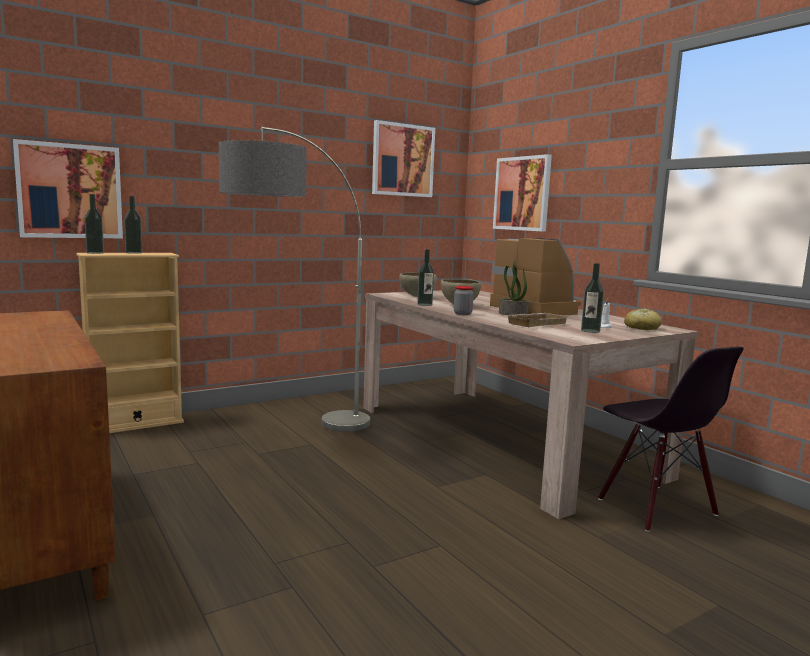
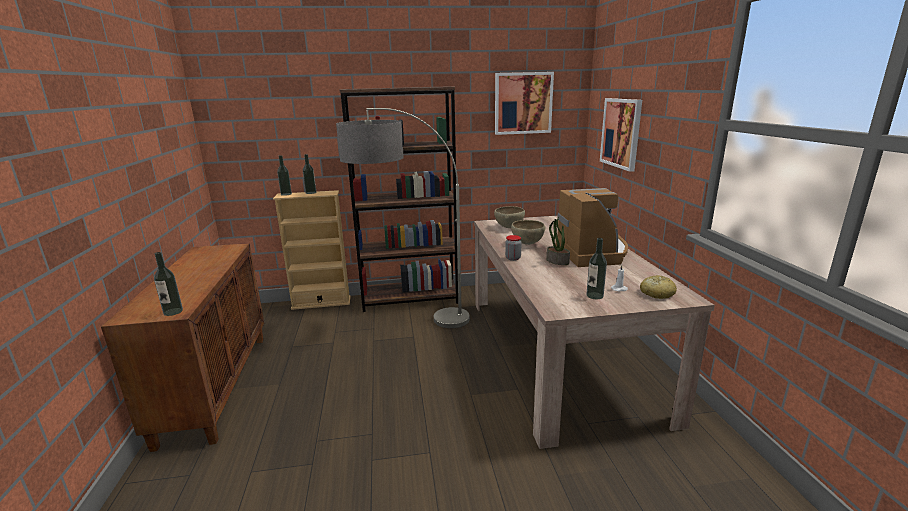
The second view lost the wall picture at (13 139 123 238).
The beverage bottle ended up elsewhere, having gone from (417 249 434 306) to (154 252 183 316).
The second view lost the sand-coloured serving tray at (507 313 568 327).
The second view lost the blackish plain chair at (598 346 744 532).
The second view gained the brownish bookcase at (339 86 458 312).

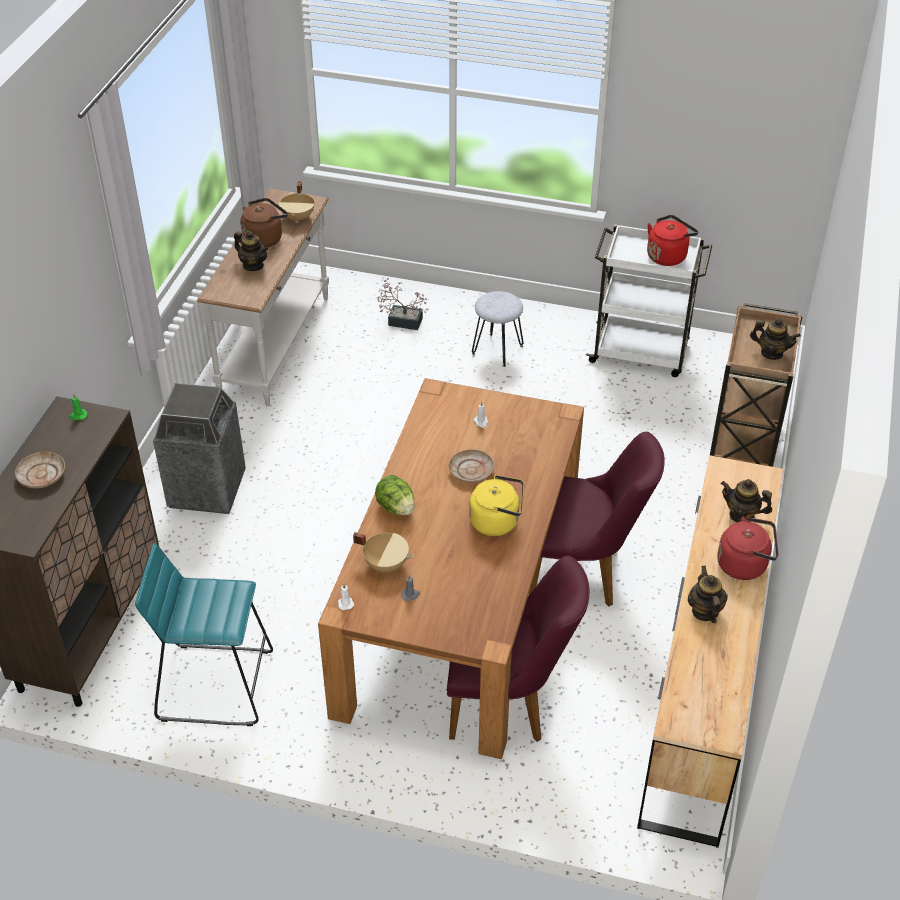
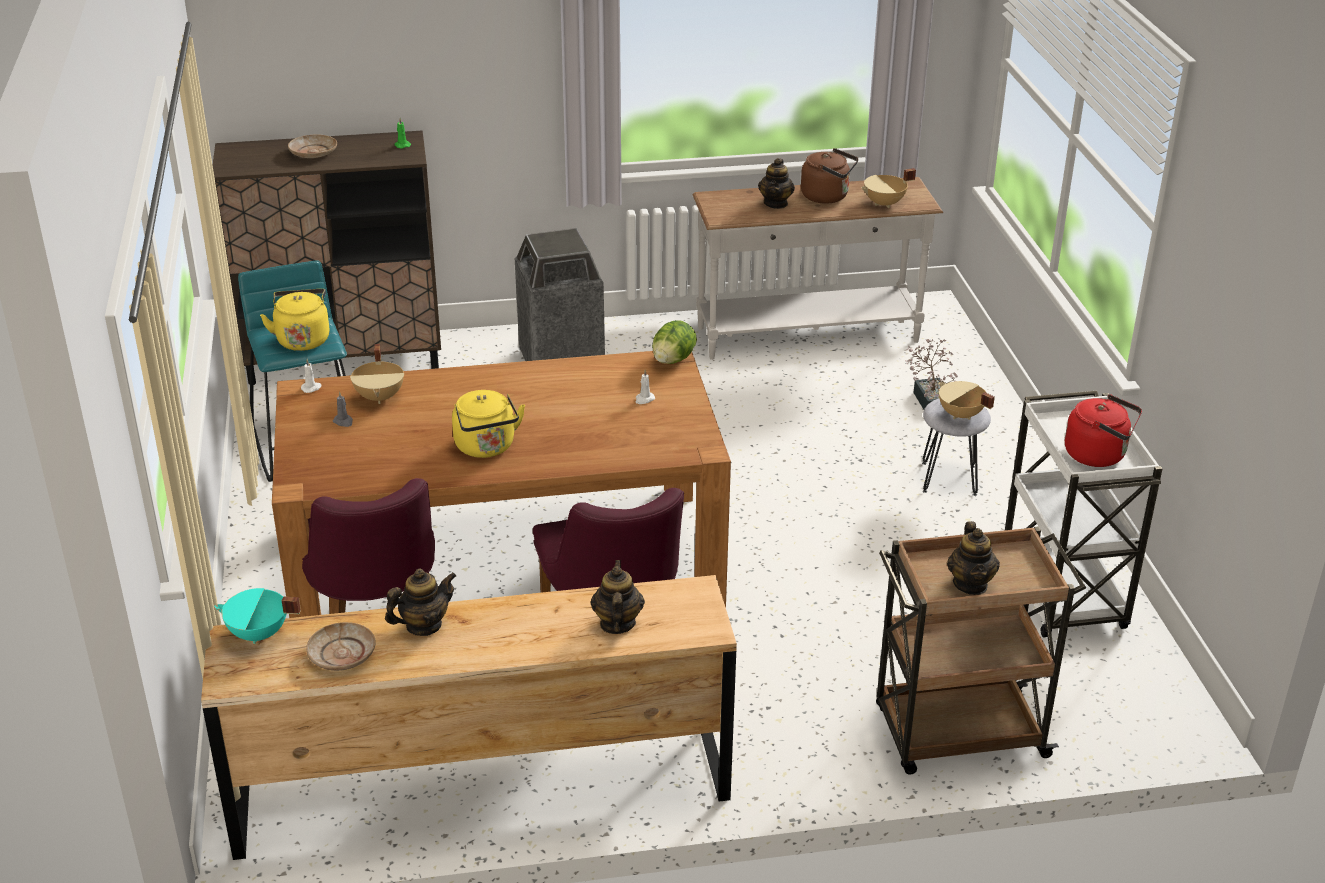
The lettuce ended up elsewhere, having gone from (375 475 415 515) to (652 320 697 364).
The sand-coloured plate ended up elsewhere, having gone from (448 449 494 483) to (306 622 376 671).
The second view lost the reddish water kettle at (717 517 778 580).
The second view gained the blue-green cooking pot at (214 588 301 644).
The second view gained the yellow water kettle at (260 289 330 351).
The second view gained the sand-coloured cooking pot at (939 381 995 420).

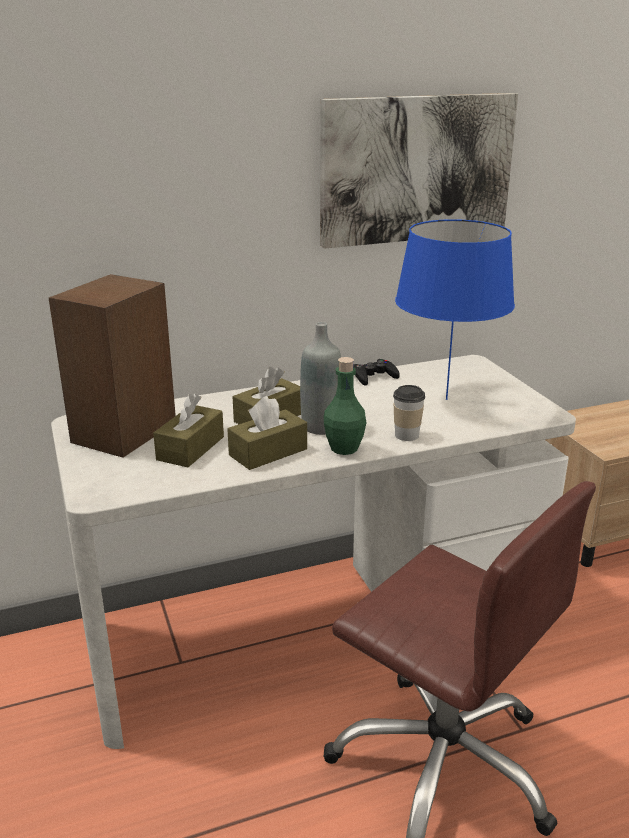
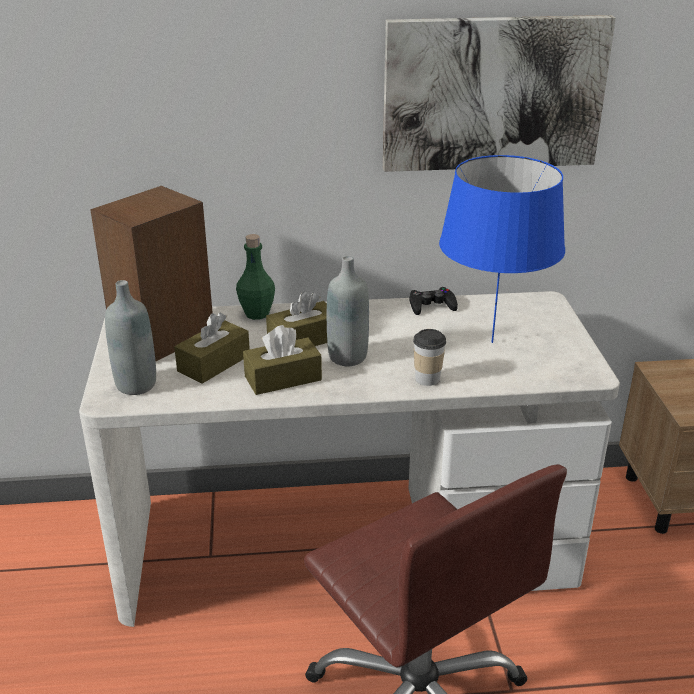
The green beverage bottle ended up elsewhere, having gone from (324 357 366 455) to (236 234 275 320).
The second view gained the greyish beverage bottle at (105 280 156 395).

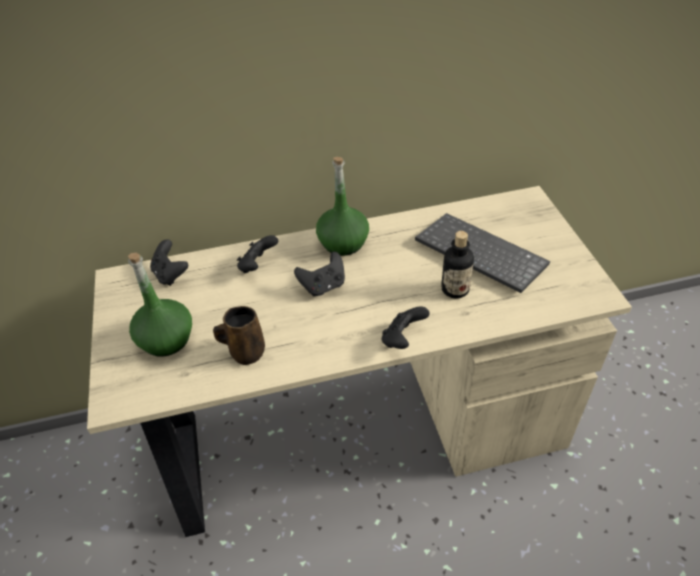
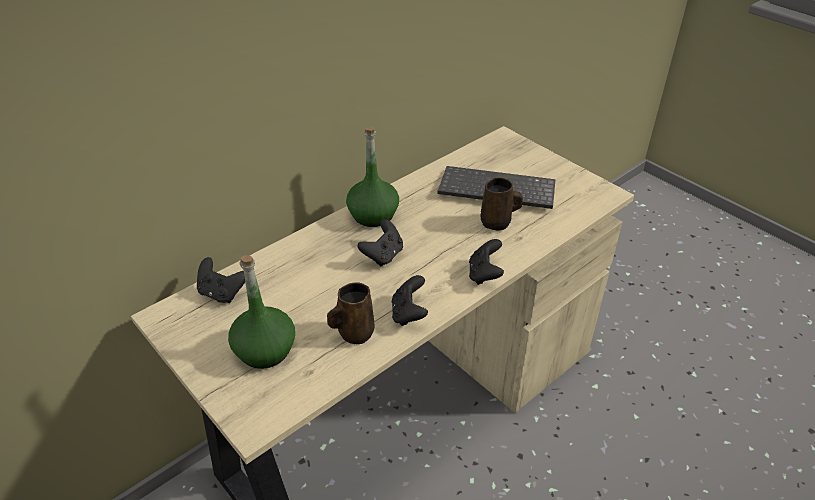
The blackish game controller ended up elsewhere, having gone from (237 235 278 273) to (392 275 428 326).
Where the beverage bottle stood at (441 231 474 298), the brownish tea mug came to stand at (481 177 523 231).

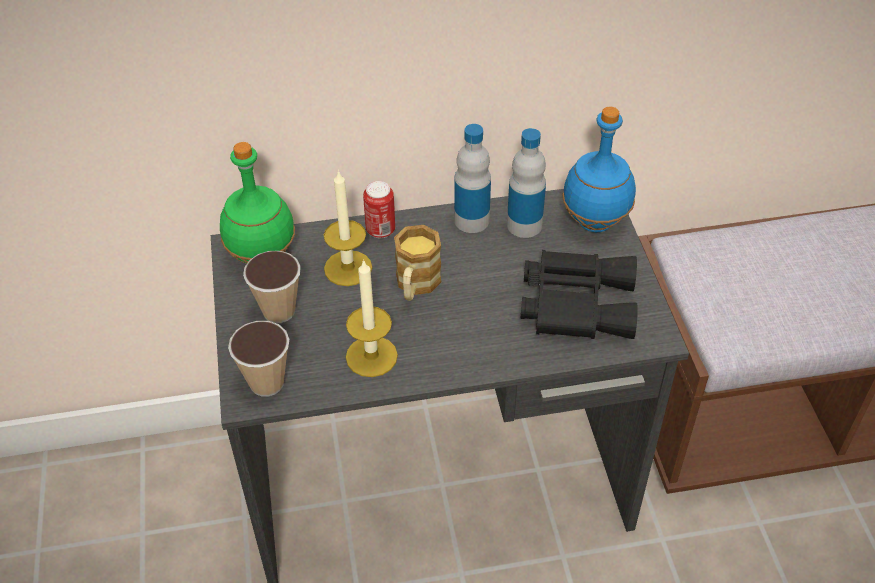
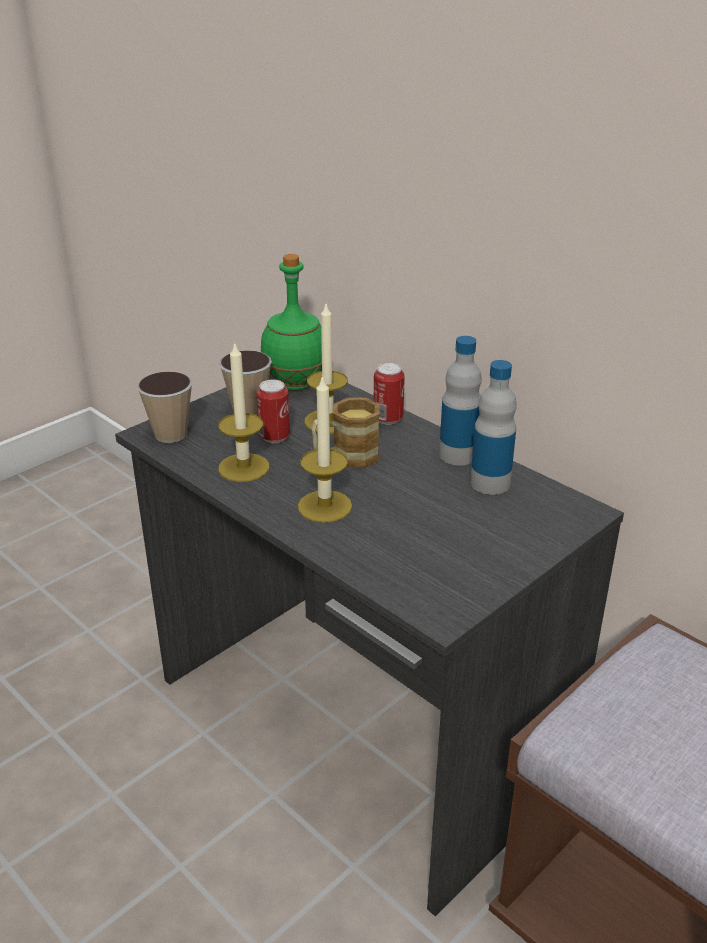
The second view lost the blackish binoculars at (521 250 638 339).
The second view lost the blue beverage bottle at (562 107 636 232).
The second view gained the metal can at (257 380 290 443).
The second view gained the wax candle at (298 375 352 523).

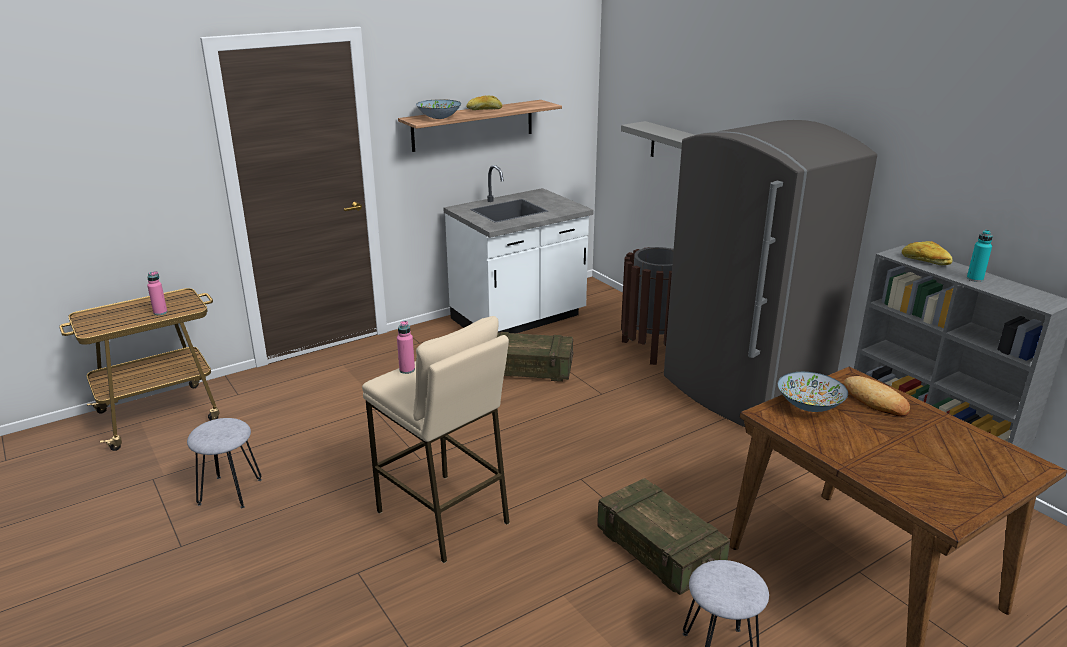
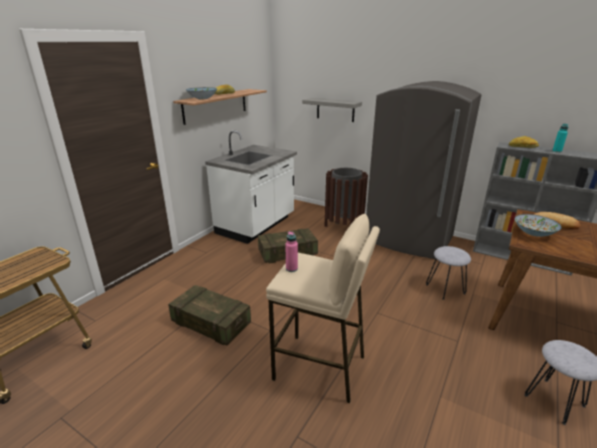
The second view lost the pinkish beverage bottle at (147 271 167 315).
The greyish stool ended up elsewhere, having gone from (187 418 262 508) to (426 246 471 300).
The shipping crate ended up elsewhere, having gone from (597 478 730 595) to (168 285 251 345).

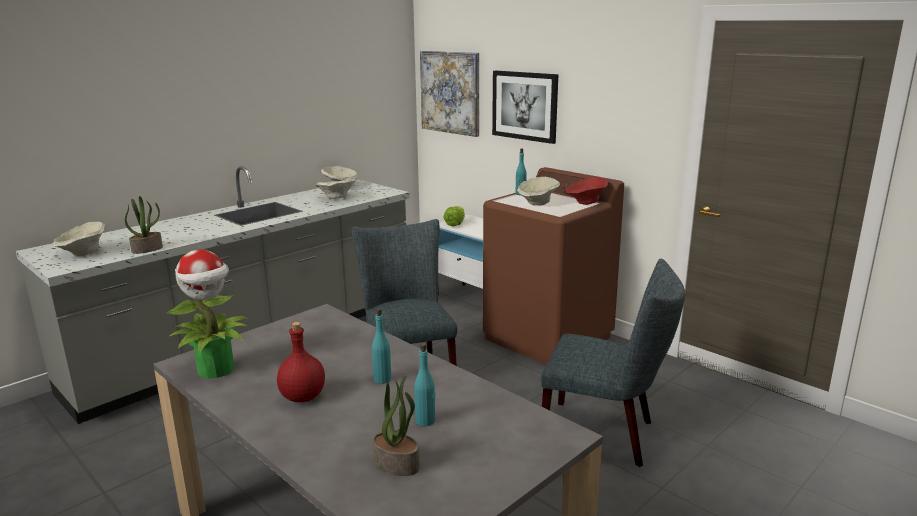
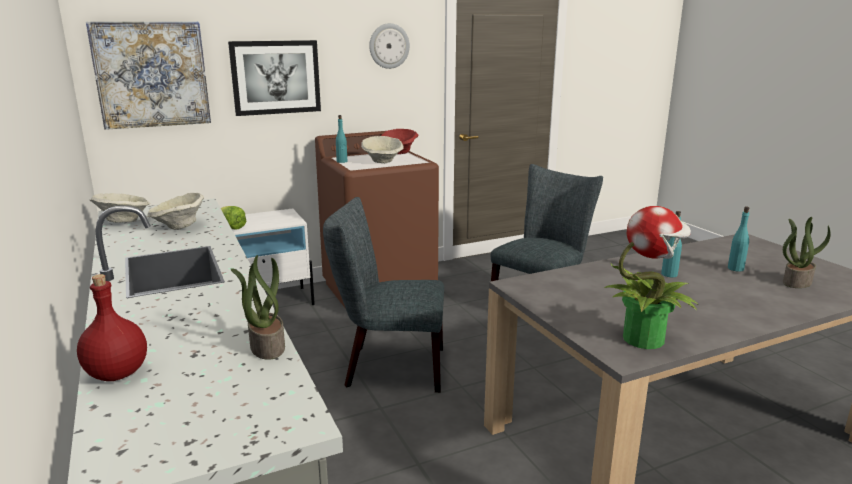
The second view lost the sand-coloured deep dish at (53 222 105 256).
The reddish beverage bottle ended up elsewhere, having gone from (277 322 325 402) to (77 274 147 381).
The second view gained the wall clock at (369 23 410 69).

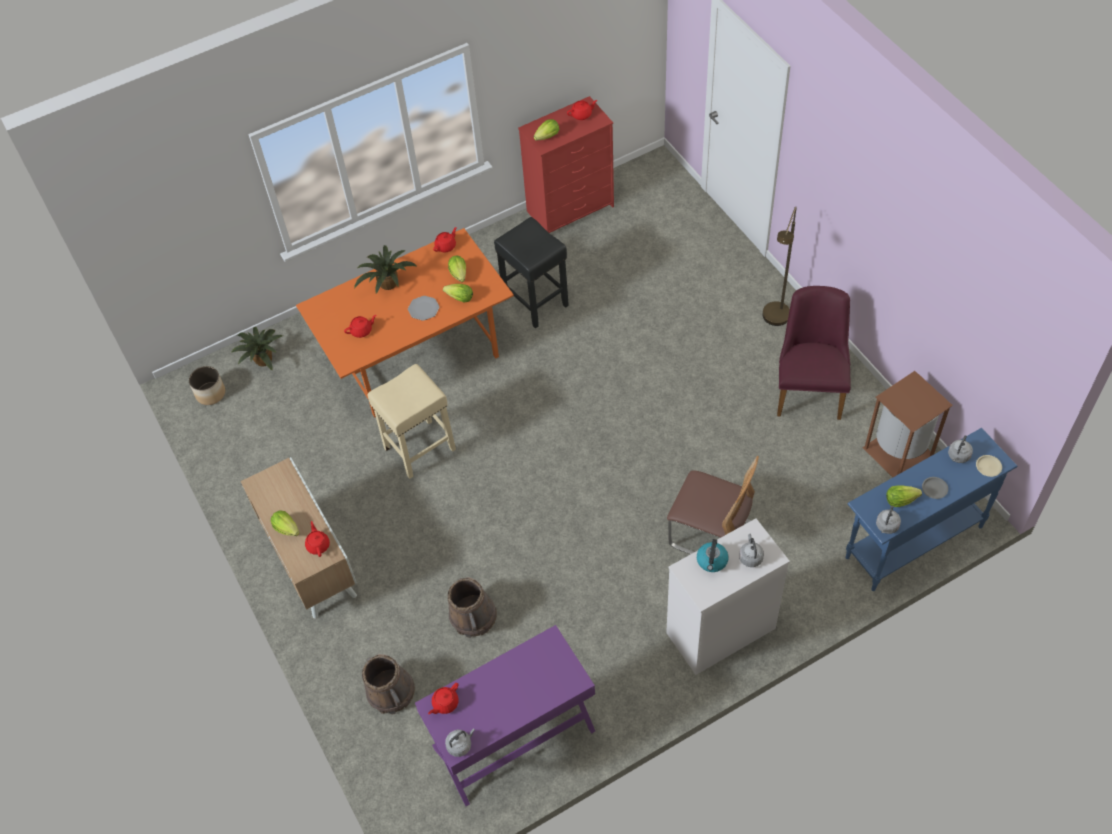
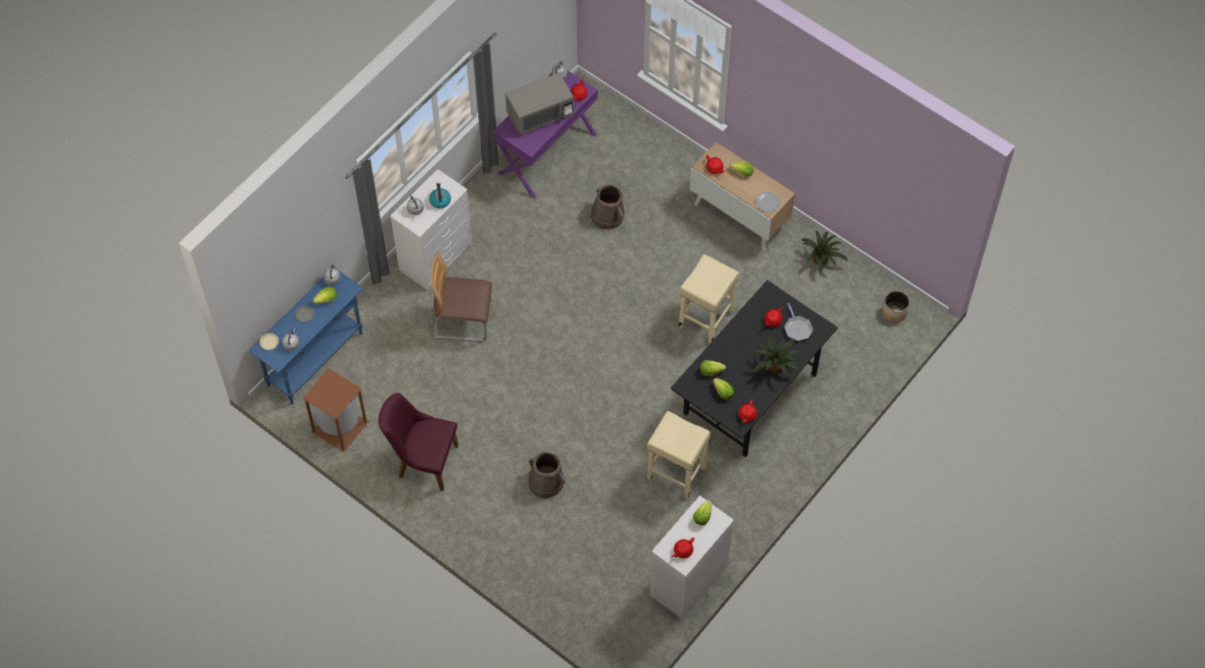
The potted plant ended up elsewhere, having gone from (232 327 283 371) to (801 230 849 273).
What was the orange dinner table at (296 228 514 417) turned into the blackish dinner table at (671 280 838 457).
The brownish pail ended up elsewhere, having gone from (362 654 415 714) to (528 452 566 499).
The plate ended up elsewhere, having gone from (408 296 440 321) to (756 192 780 212).
What was the blackish stool at (494 217 569 329) turned into the sand-coloured stool at (647 411 710 499).
What was the reddish drawer chest at (518 96 614 233) turned into the white-coloured drawer chest at (650 496 734 620).
The second view lost the brownish floor lamp at (763 206 797 326).
The purple plain chair at (777 286 851 420) ended up facing another way, 120 degrees clockwise from before.
The second view gained the greyish kitchen microwave at (505 72 574 135).
The second view gained the pan at (785 303 813 341).

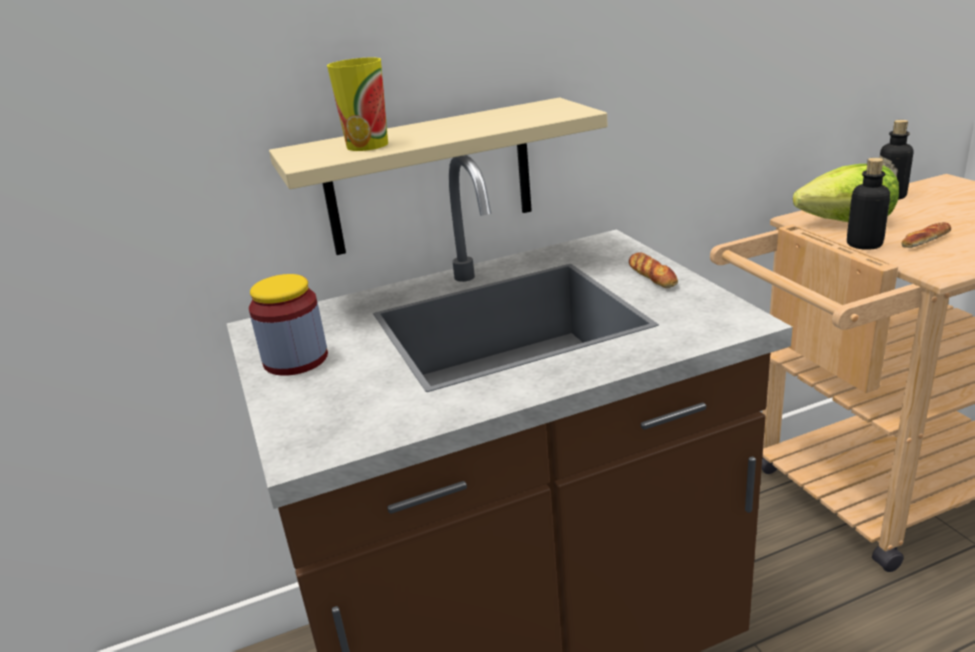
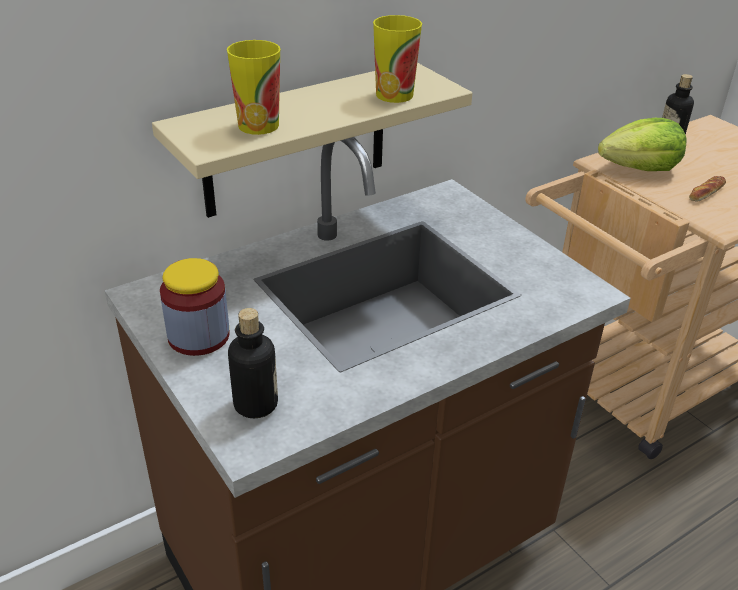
The second view lost the baked bread at (629 253 678 289).
The beverage bottle ended up elsewhere, having gone from (847 158 890 250) to (228 308 278 418).
The second view gained the small cup at (373 15 422 103).

